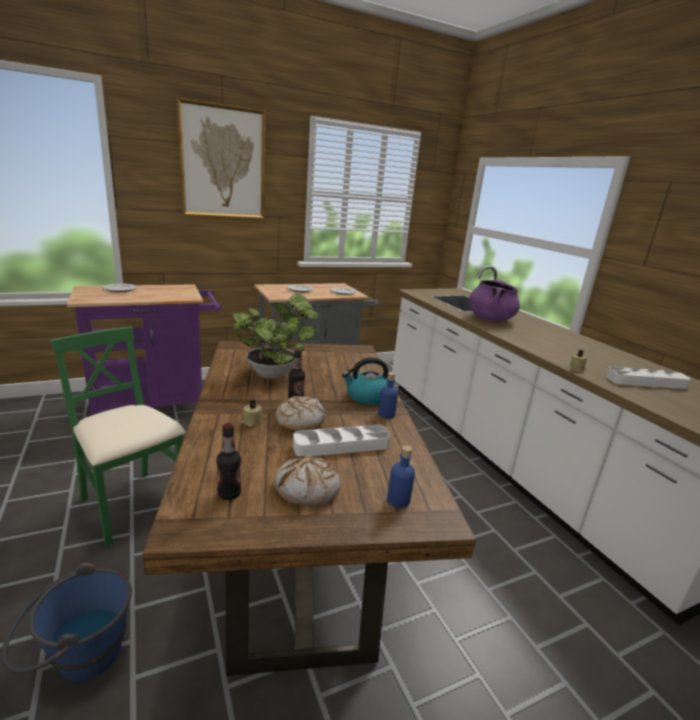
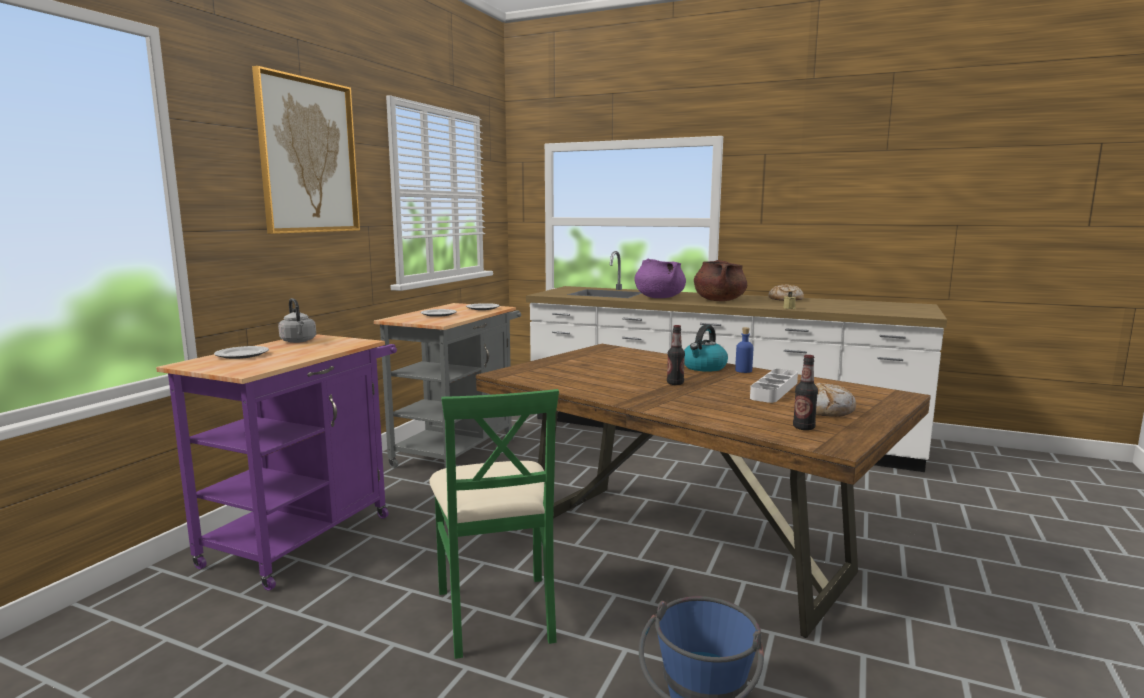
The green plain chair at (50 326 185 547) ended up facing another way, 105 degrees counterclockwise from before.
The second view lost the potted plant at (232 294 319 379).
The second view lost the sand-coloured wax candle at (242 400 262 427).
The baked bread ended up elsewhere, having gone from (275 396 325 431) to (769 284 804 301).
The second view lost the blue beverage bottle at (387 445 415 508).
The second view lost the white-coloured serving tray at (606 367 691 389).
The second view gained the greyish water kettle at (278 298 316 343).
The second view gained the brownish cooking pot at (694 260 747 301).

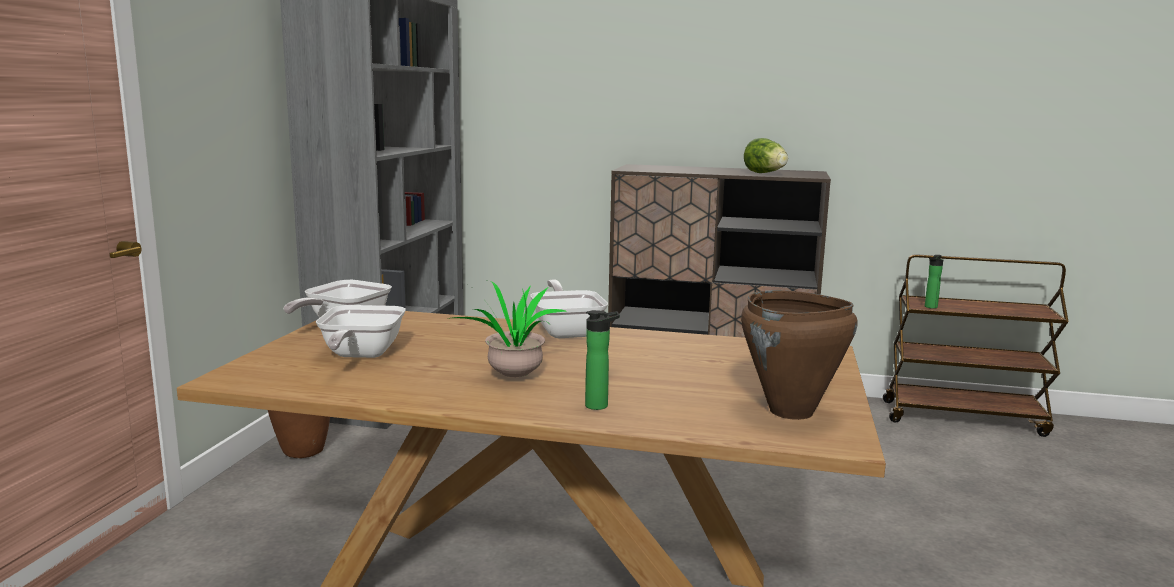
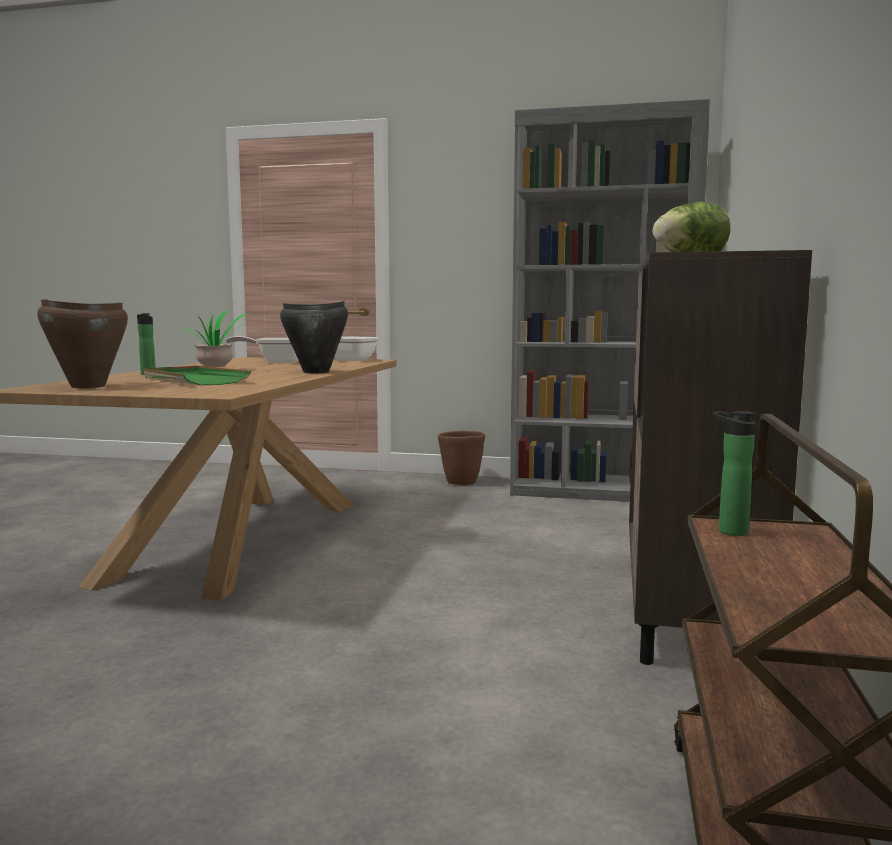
Where the pan stood at (530 280 608 338), the blackish cooking pot came to stand at (280 301 348 373).
The second view gained the green serving tray at (144 366 251 385).

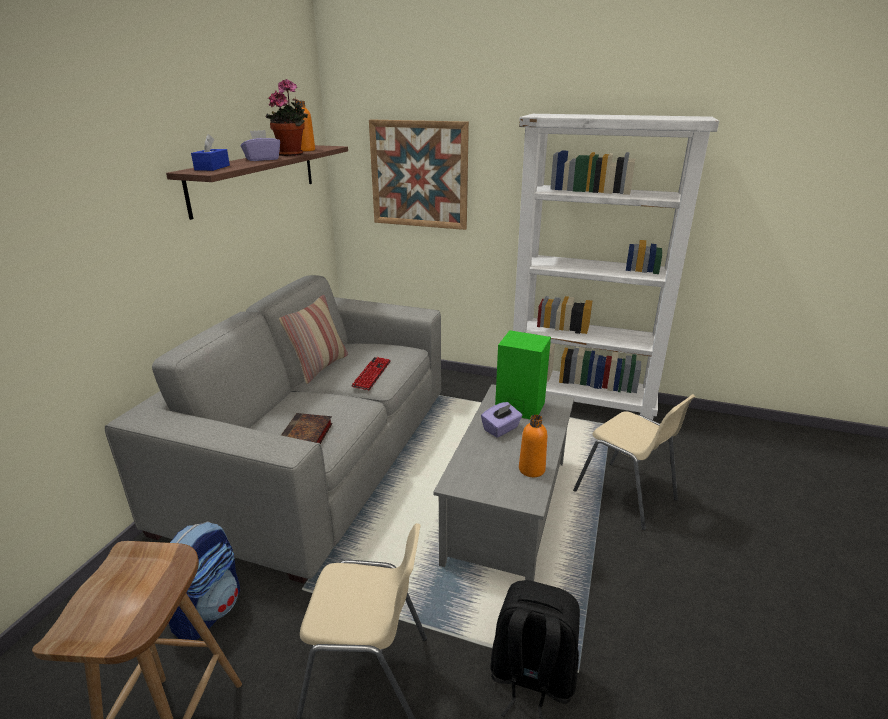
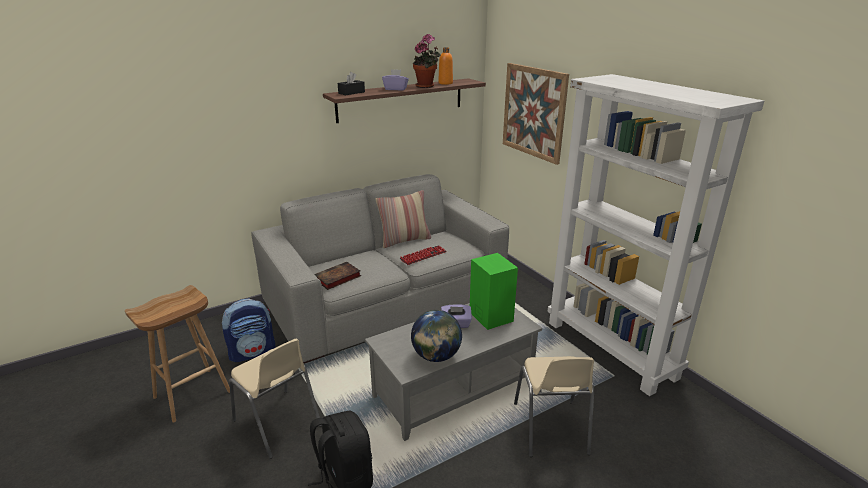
What was the blue tissue box at (191 134 230 171) turned into the blackish tissue box at (338 72 365 95).
Where the orange beverage bottle stood at (519 415 547 477), the desk globe came to stand at (411 310 462 362).

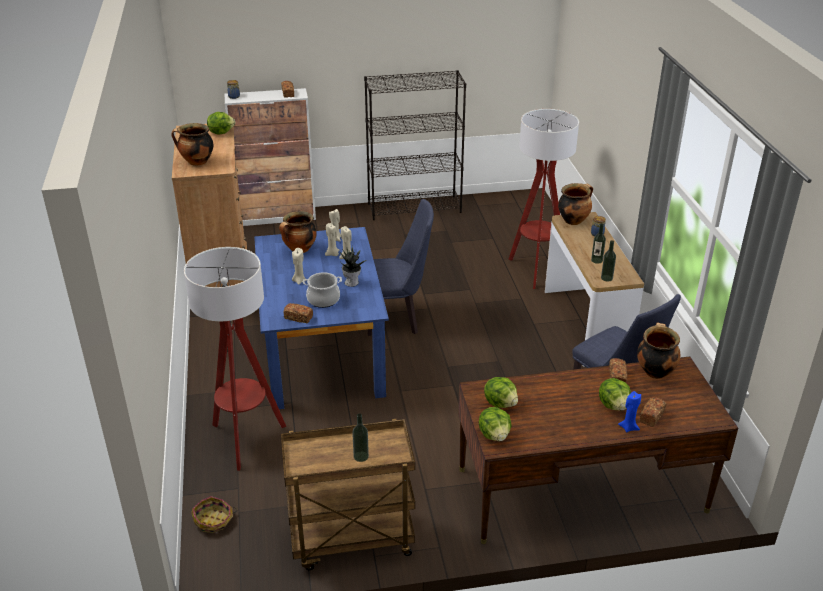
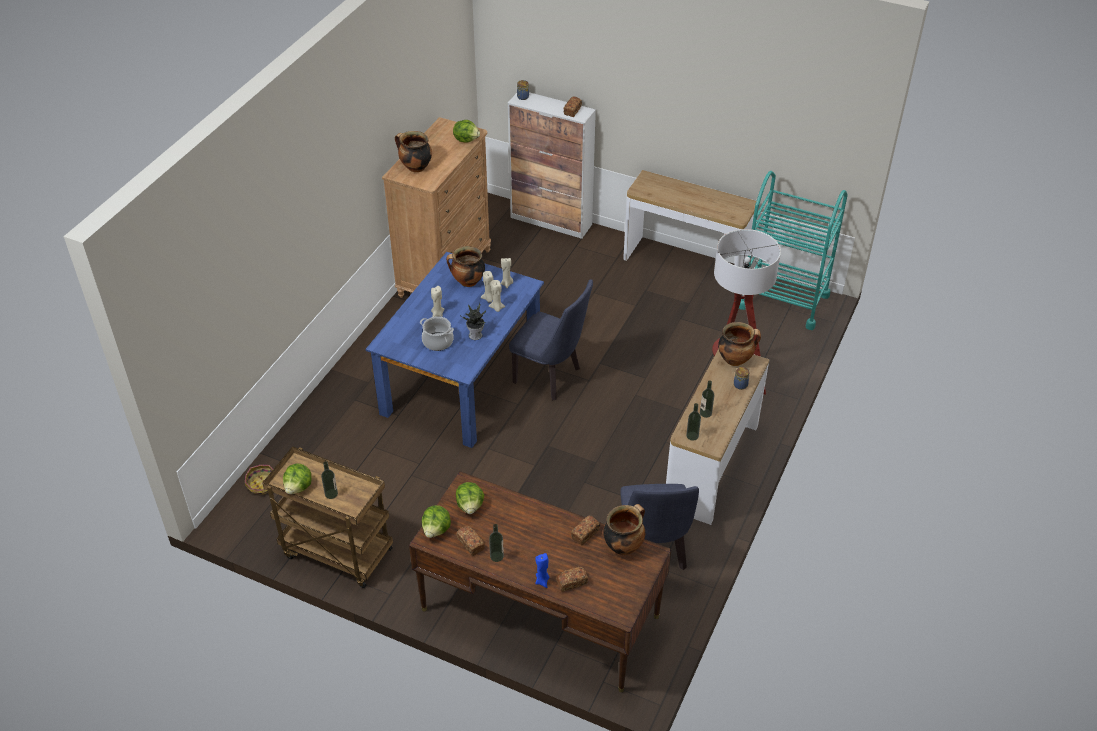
The second view lost the floor lamp at (184 247 286 471).
The baked bread ended up elsewhere, having gone from (284 303 313 323) to (456 526 485 556).
Where the blackish bookcase stood at (364 70 466 220), the narrow table came to stand at (623 170 756 267).
The lettuce ended up elsewhere, having gone from (599 378 631 411) to (283 464 312 494).
The second view gained the beverage bottle at (489 524 504 562).
The second view gained the blue-green wheeled cart at (739 171 848 330).

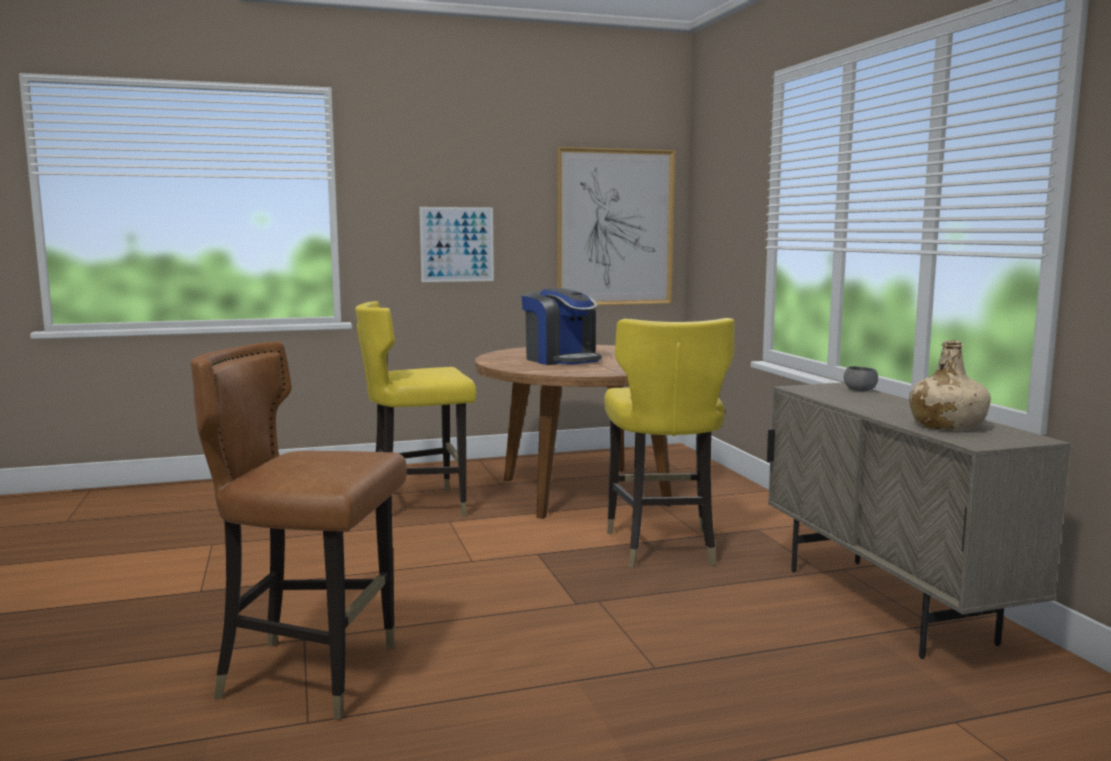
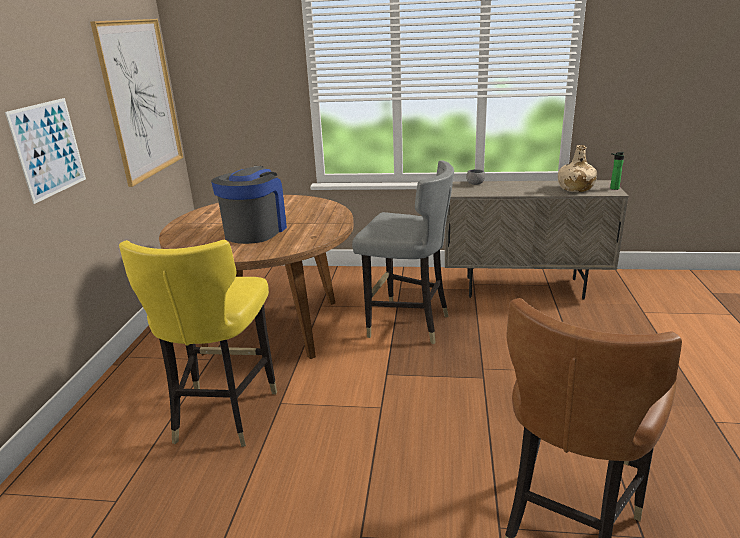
The coffee machine at (522 288 601 365) ended up facing another way, 60 degrees counterclockwise from before.
What was the yellow plain chair at (604 318 735 567) turned into the greyish plain chair at (352 160 454 344).
The second view gained the beverage bottle at (610 152 624 190).

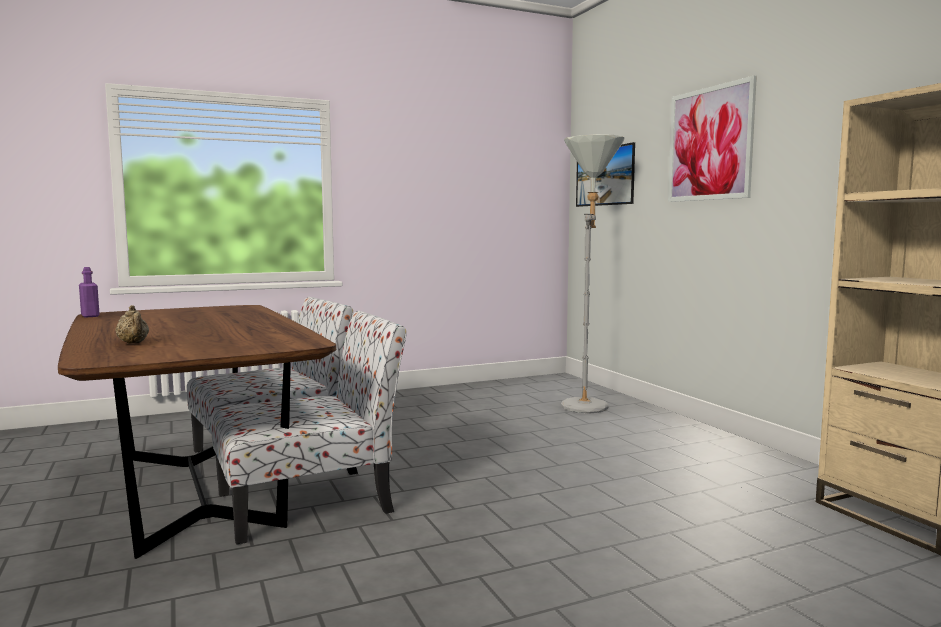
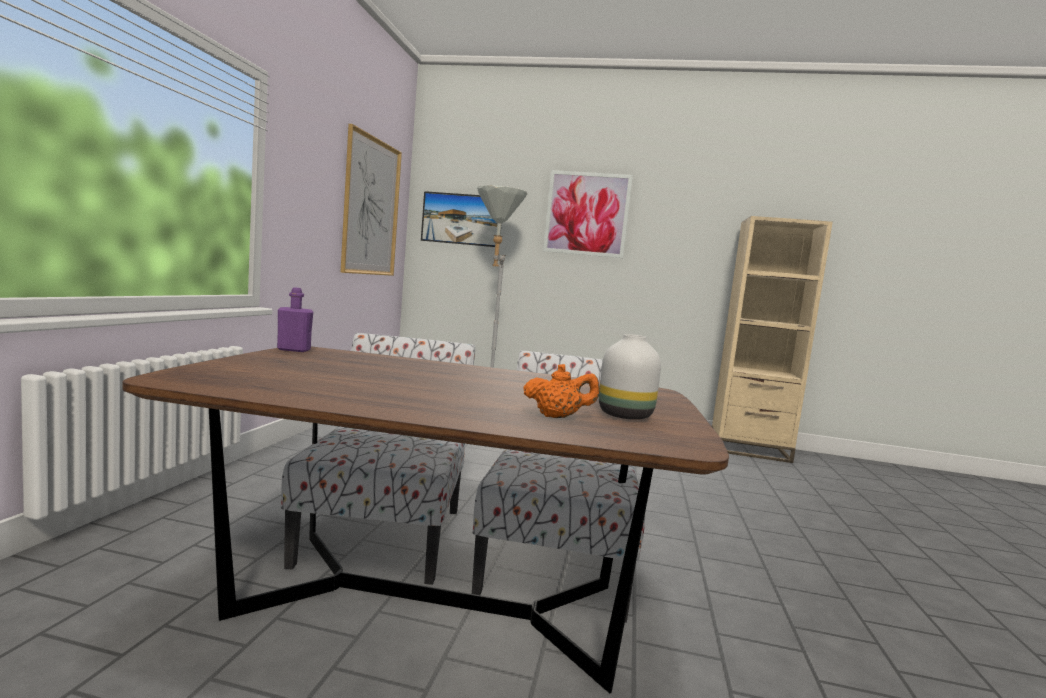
The purple beverage bottle ended up elsewhere, having gone from (79 267 100 318) to (277 288 313 352).
What was the sand-coloured pot for tea at (115 305 149 344) turned into the orange pot for tea at (523 364 599 418).
The second view gained the wall picture at (340 124 402 276).
The second view gained the white-coloured flower vase at (599 334 661 420).

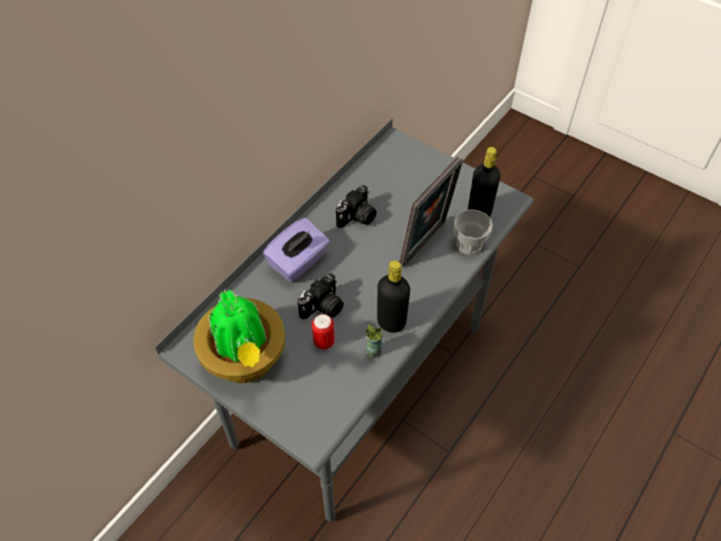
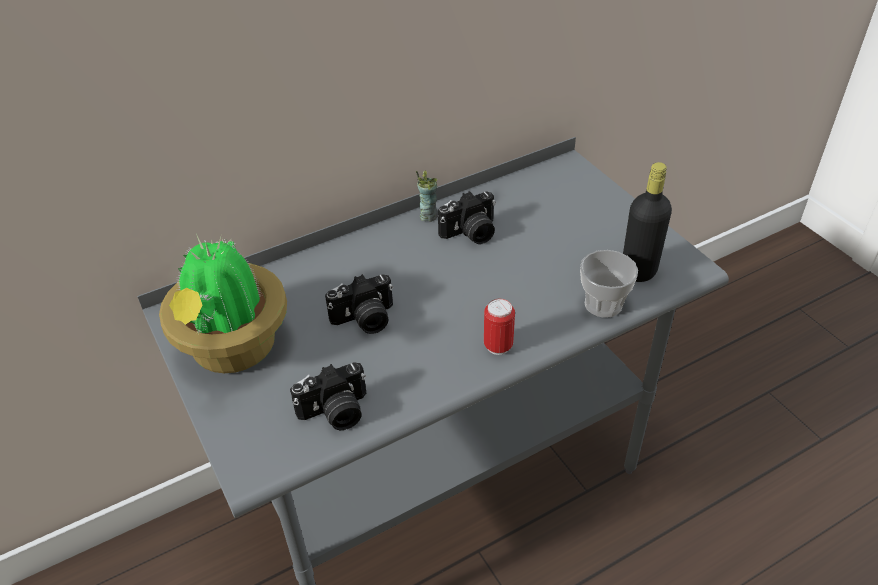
The second view lost the purple tissue box at (263 218 330 282).
The metal can ended up elsewhere, having gone from (312 314 335 350) to (484 299 515 355).
The small cup ended up elsewhere, having gone from (365 324 383 359) to (416 170 437 222).
The second view lost the blackish beverage bottle at (377 260 410 333).
The second view lost the photo frame at (399 157 463 267).
The second view gained the still camera at (290 362 366 430).

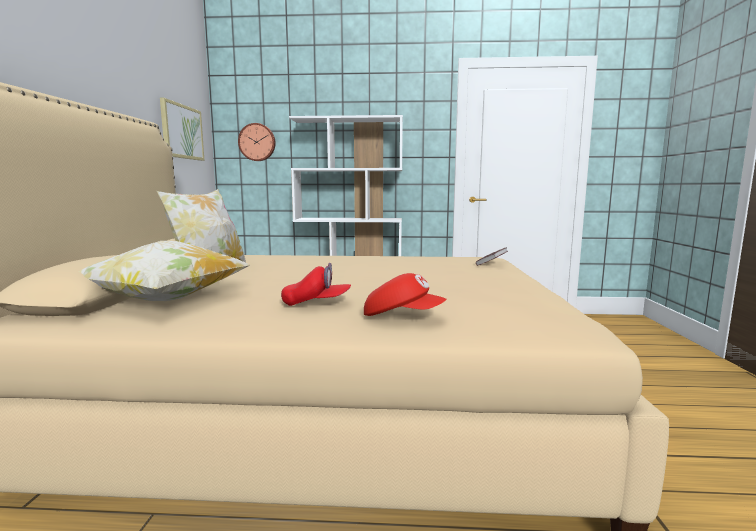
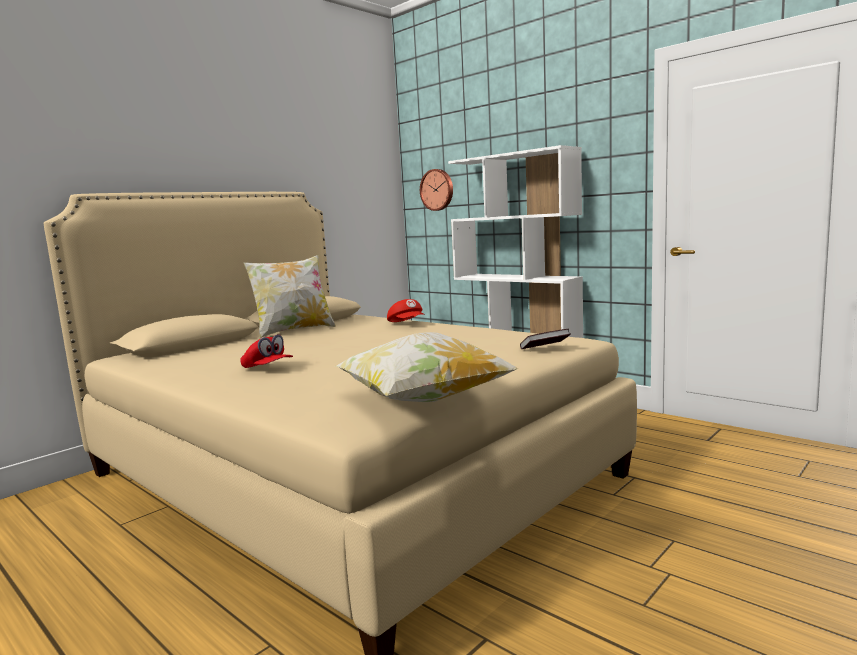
The cushion ended up elsewhere, having gone from (79 241 250 301) to (335 332 518 402).
The second view lost the wall picture at (160 98 205 161).
The reddish cap ended up elsewhere, having gone from (364 273 447 316) to (387 299 425 322).

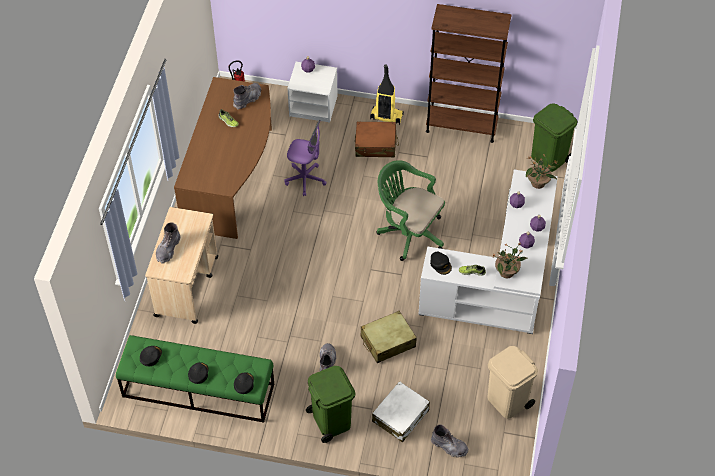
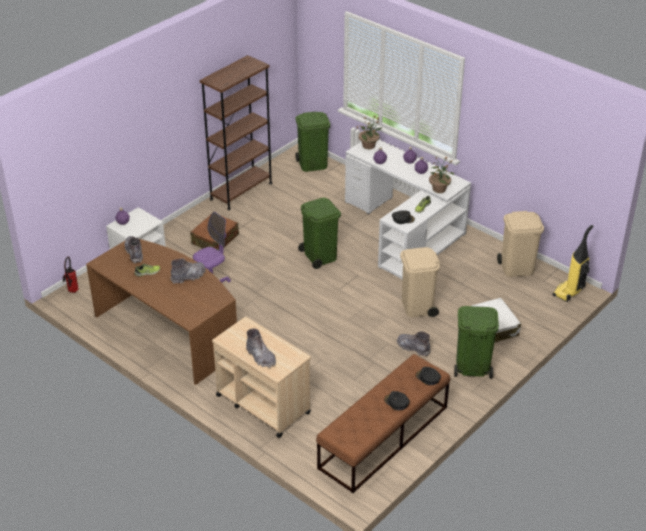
What was the green long seat at (116 335 274 423) turned into the brownish long seat at (316 354 451 493).
The second view lost the blackish cap at (140 346 162 366).
Where the sand-coloured suitcase stood at (360 311 417 363), the sand-coloured waste bin came to stand at (400 247 440 317).
The vacuum ended up elsewhere, having gone from (370 64 404 125) to (553 225 594 302).
Where the green computer chair stood at (376 160 445 261), the green waste bin came to stand at (298 198 341 269).
The greyish high-top boot ended up elsewhere, having gone from (431 424 469 458) to (170 258 206 284).

